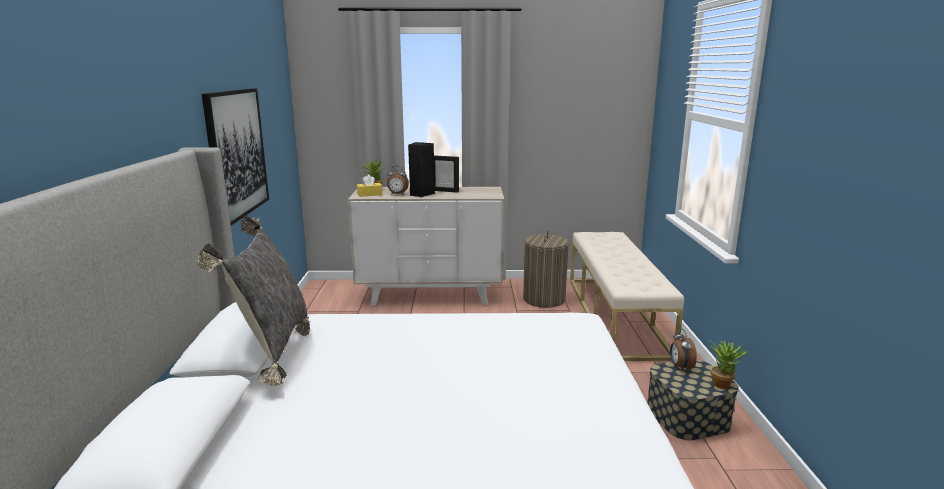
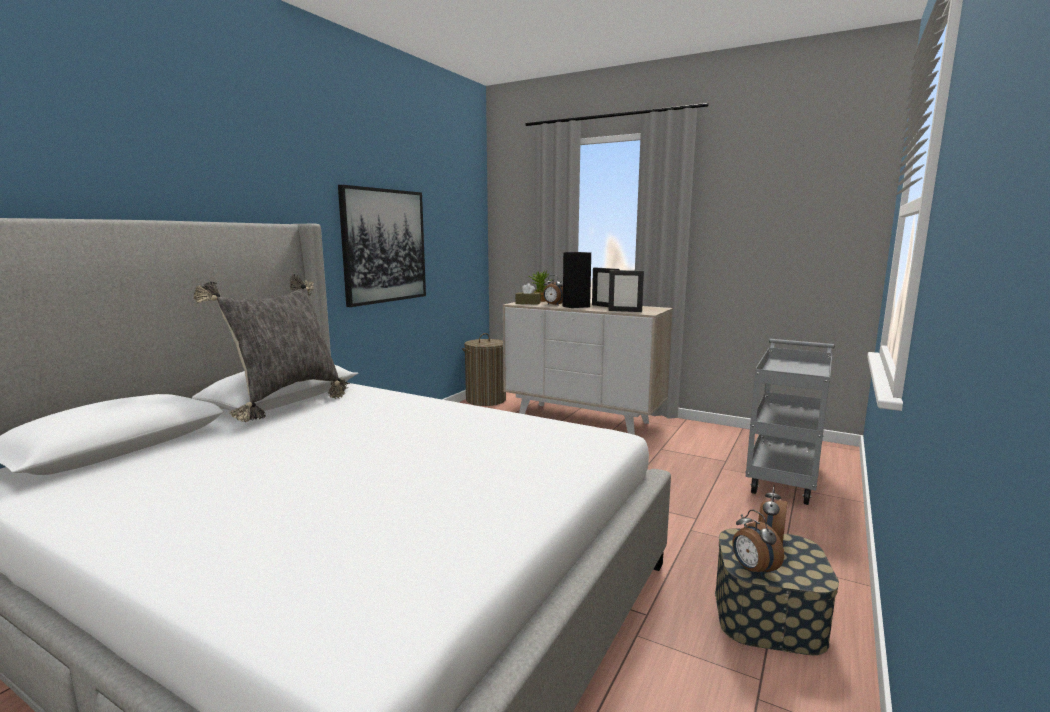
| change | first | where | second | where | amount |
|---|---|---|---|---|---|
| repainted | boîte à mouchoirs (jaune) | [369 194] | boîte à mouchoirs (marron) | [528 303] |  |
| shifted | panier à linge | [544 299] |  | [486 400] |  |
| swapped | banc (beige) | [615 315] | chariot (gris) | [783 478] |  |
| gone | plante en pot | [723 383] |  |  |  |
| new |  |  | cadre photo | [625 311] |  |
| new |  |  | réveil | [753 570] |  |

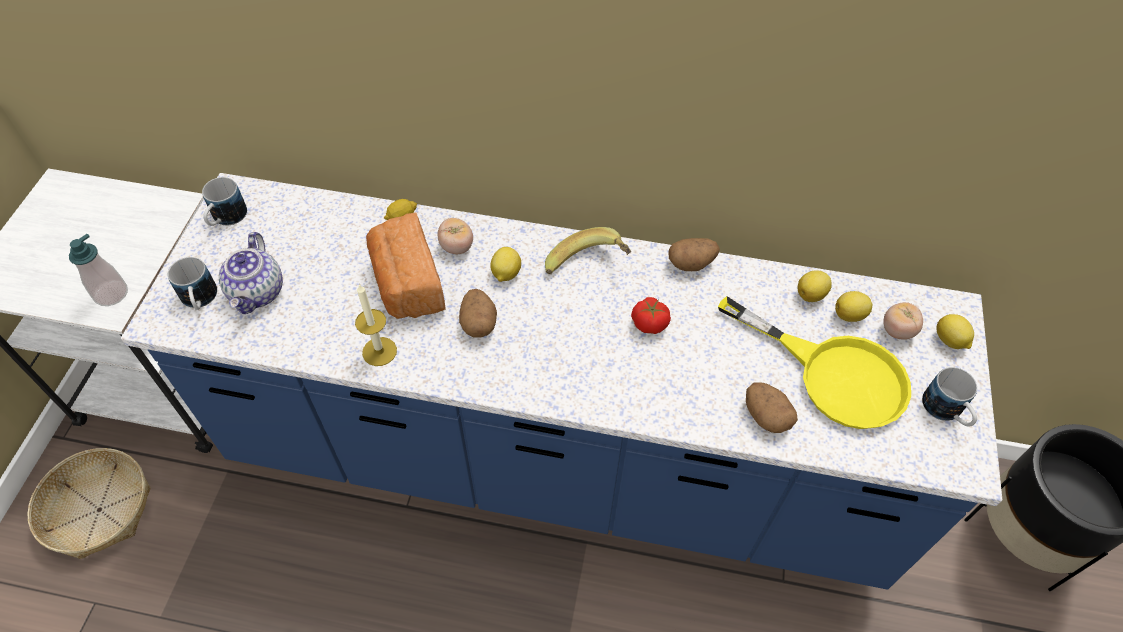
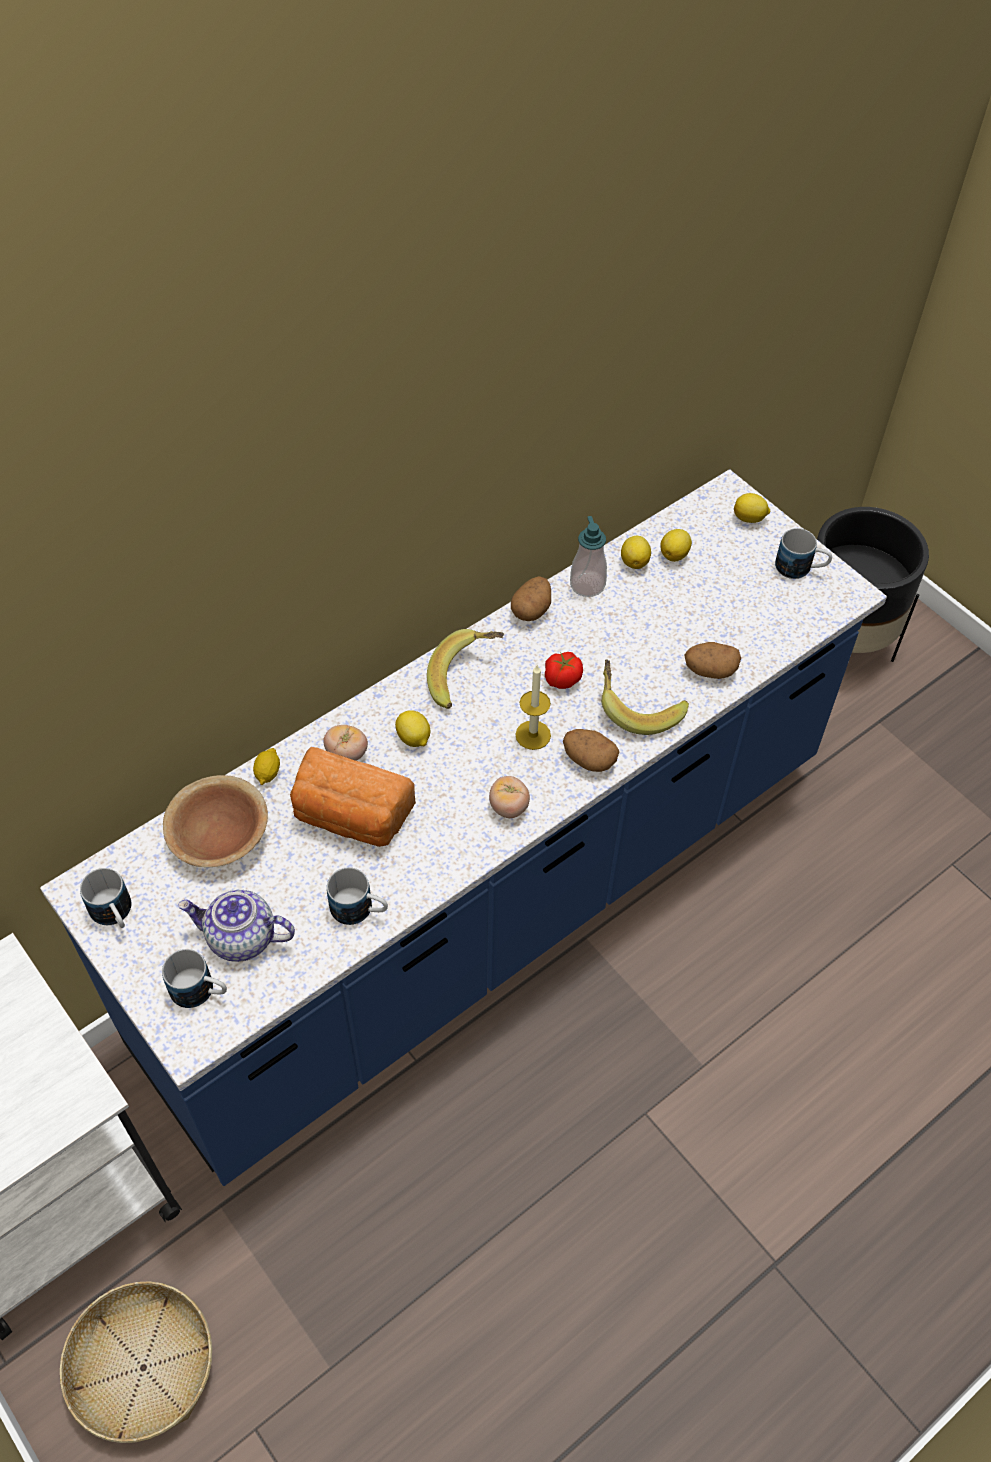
| change | first | where | second | where | amount |
|---|---|---|---|---|---|
| shifted | distributeur de savon | [111 294] |  | [587 585] |  |
| rotated | théière | [258 292] |  | [240 938] | 150 degrees clockwise |
| shifted | bougie | [379 351] |  | [533 735] |  |
| shifted | pomme de terre | [478 323] |  | [589 759] |  |
| gone | poêle (jaune) | [833 374] |  |  |  |
| shifted | tomate | [897 330] |  | [508 807] |  |
| new |  |  | bol (marron) | [219 836] |  |
| new |  |  | mug | [360 910] |  |
| new |  |  | banane | [638 707] |  |

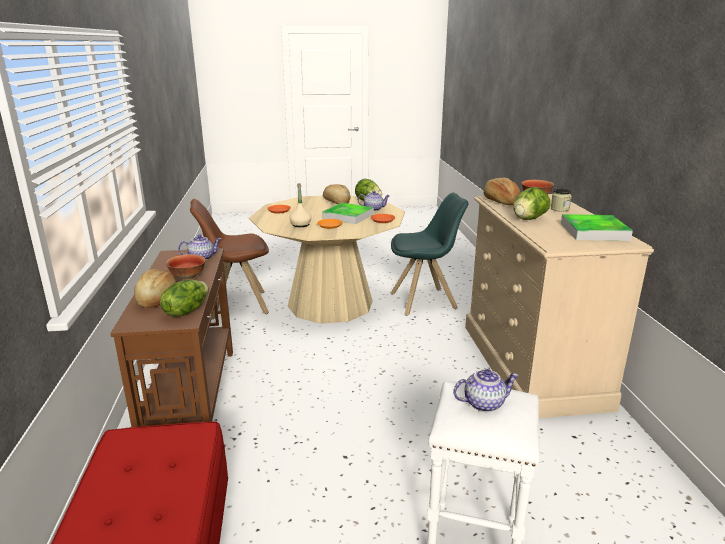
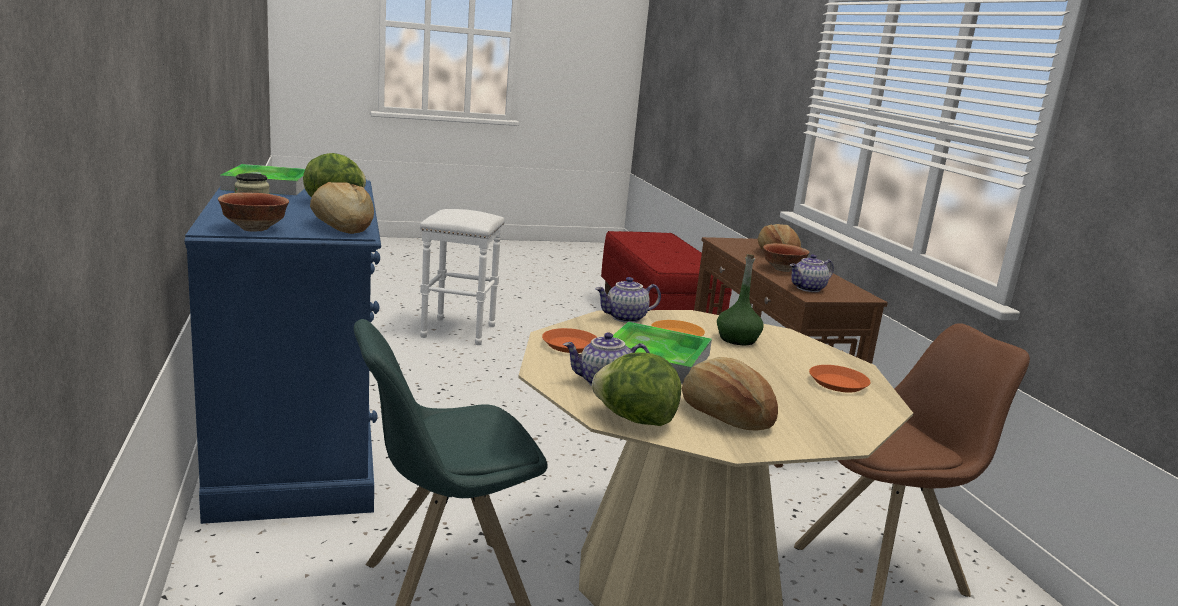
| change | first | where | second | where | amount |
|---|---|---|---|---|---|
| gone | laitue | [186 311] |  |  |  |
| repainted | bouteille (beige) | [300 225] | bouteille (vert) | [737 339] |  |
| shifted | théière | [484 403] |  | [625 318] |  |
| repainted | commode (beige) | [531 364] | commode (bleu) | [298 443] |  |

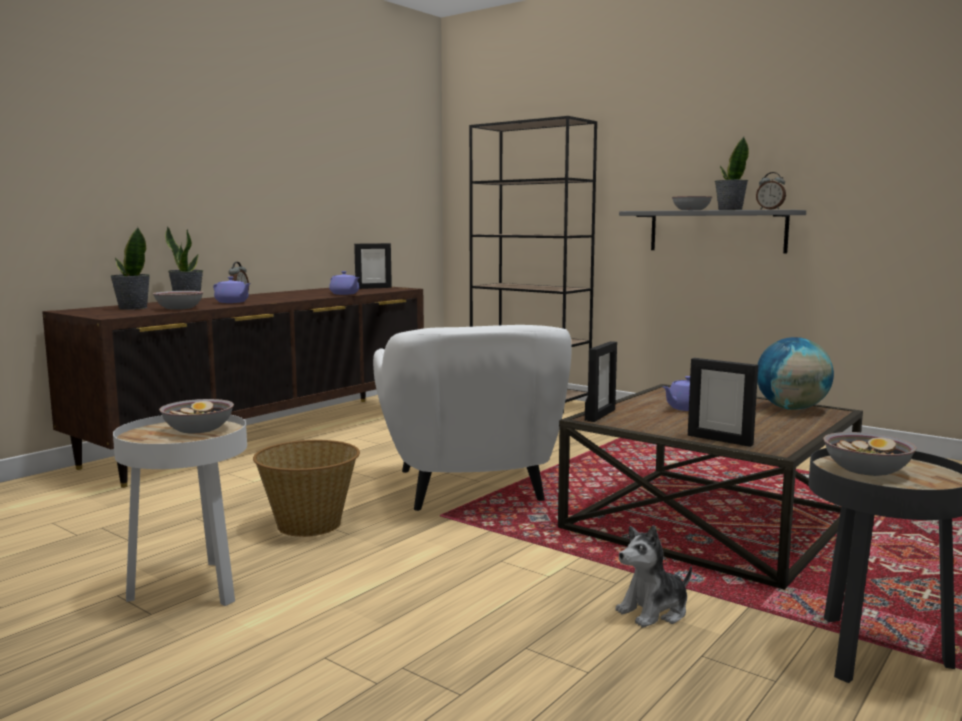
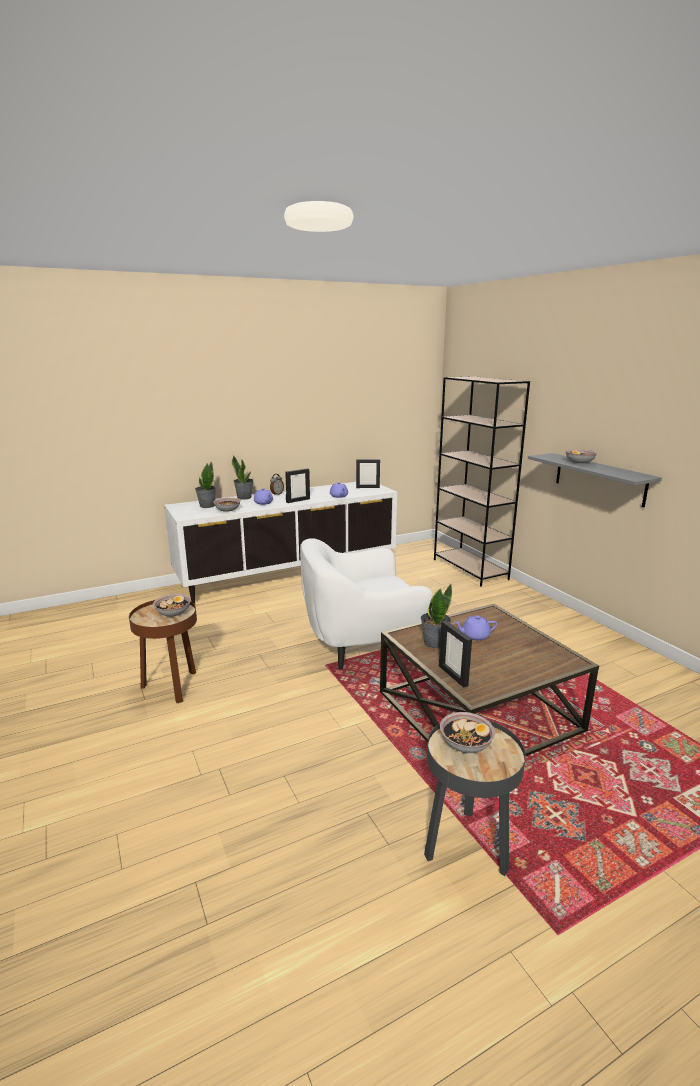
| change | first | where | second | where | amount |
|---|---|---|---|---|---|
| repainted | meuble de rangement (marron) | [266 436] | meuble de rangement (blanc) | [288 576] |  |
| repainted | table d'appoint (blanc) | [191 587] | table d'appoint (marron) | [171 686] |  |
| gone | panier | [309 524] |  |  |  |
| rotated | fauteuil (blanc) | [470 487] |  | [361 645] | 60 degrees clockwise |
| shifted | cadre photo | [600 415] |  | [298 500] |  |
| gone | peluche | [654 611] |  |  |  |
| shifted | plante en pot | [729 210] |  | [434 642] |  |
| gone | réveil | [770 209] |  |  |  |
| gone | globe | [791 408] |  |  |  |

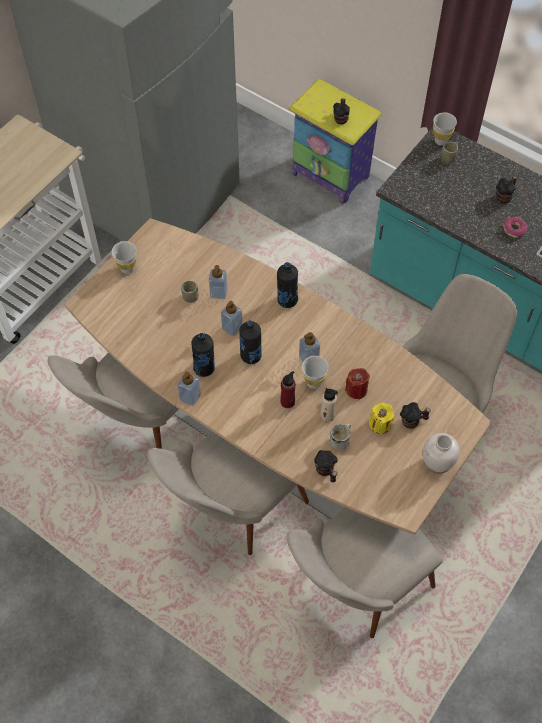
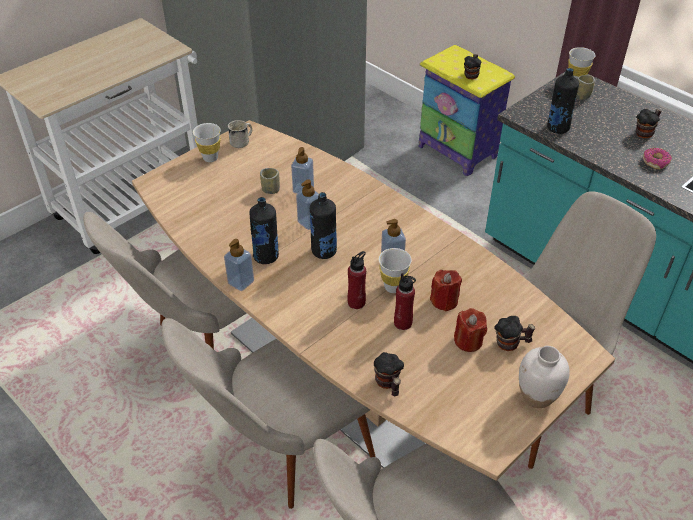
| change | first | where | second | where | amount |
|---|---|---|---|---|---|
| shifted | bouteille (noir) | [287 300] |  | [557 128] |  |
| repainted | bouteille (beige) | [327 415] | bouteille (rouge) | [403 323] |  |
| shifted | mug (blanc) | [341 439] |  | [242 142] |  |
| repainted | bougie (jaune) | [380 424] | bougie (rouge) | [468 341] |  |

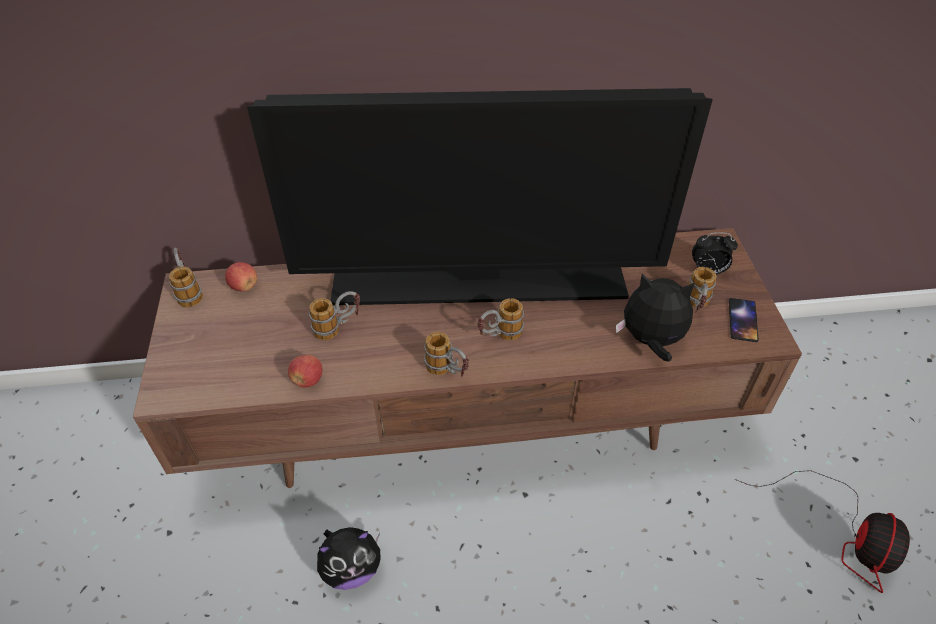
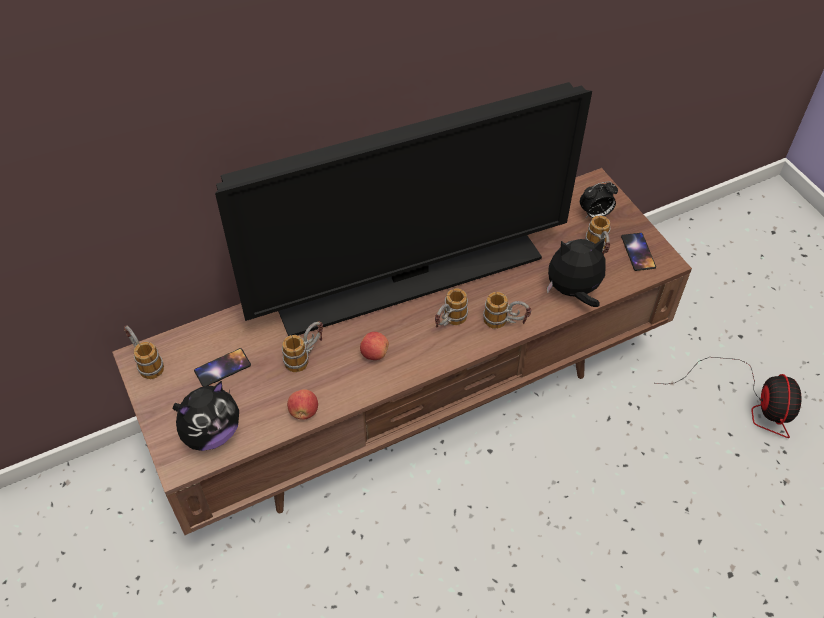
| change | first | where | second | where | amount |
|---|---|---|---|---|---|
| shifted | pomme | [244 286] |  | [374 353] |  |
| shifted | peluche | [351 569] |  | [211 433] |  |
| shifted | mug | [448 372] |  | [505 323] |  |
| new |  |  | téléphone | [222 368] |  |

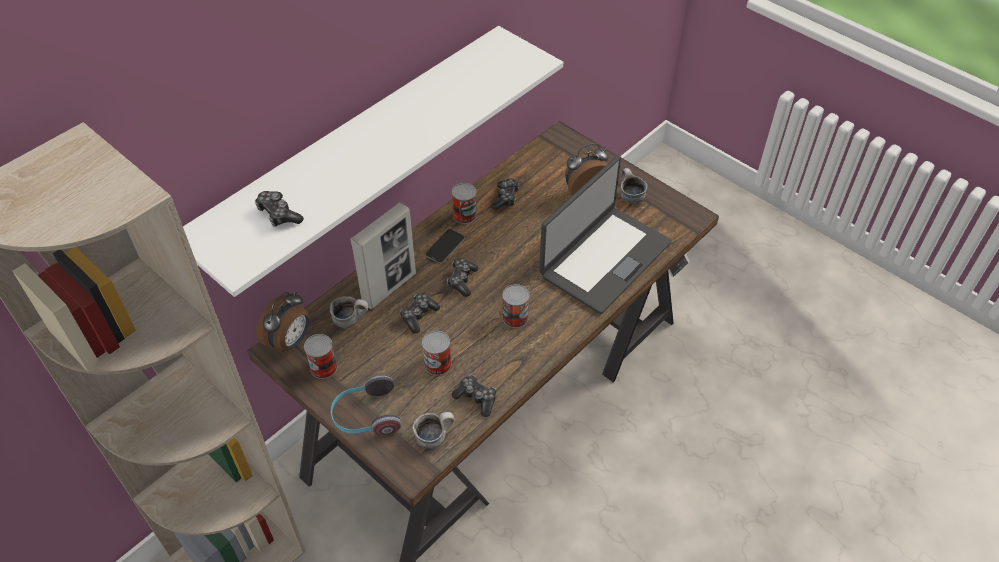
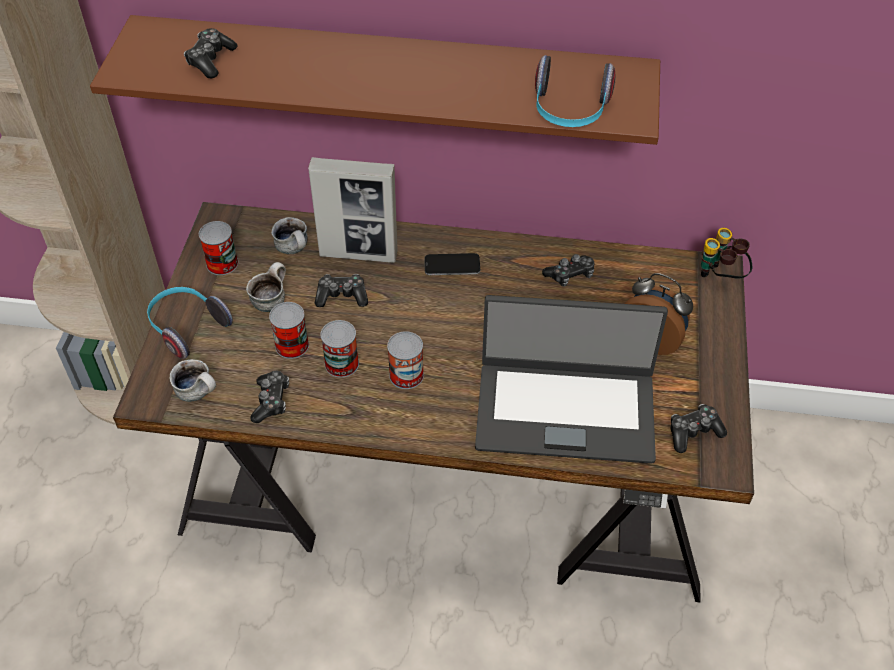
| change | first | where | second | where | amount |
|---|---|---|---|---|---|
| repainted | étagère (blanc) | [355 148] | étagère (marron) | [391 77] |  |
| gone | réveil | [290 341] |  |  |  |
| shifted | manette | [462 280] |  | [693 432] |  |
| shifted | boîte métallique | [465 215] |  | [342 364] |  |
| shifted | mug | [629 196] |  | [270 300] |  |
| new |  |  | casque audio | [569 111] |  |
| new |  |  | jumelles | [720 277] |  |

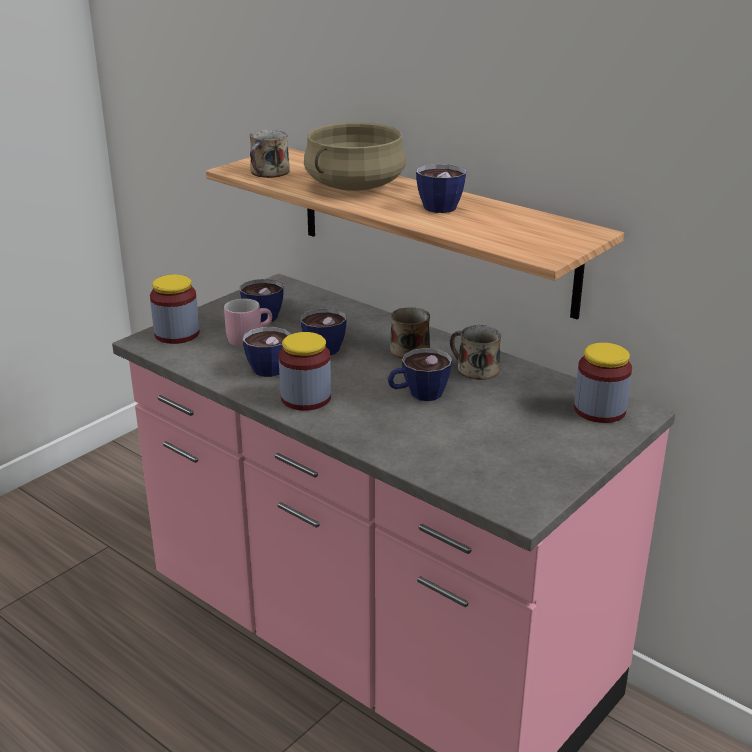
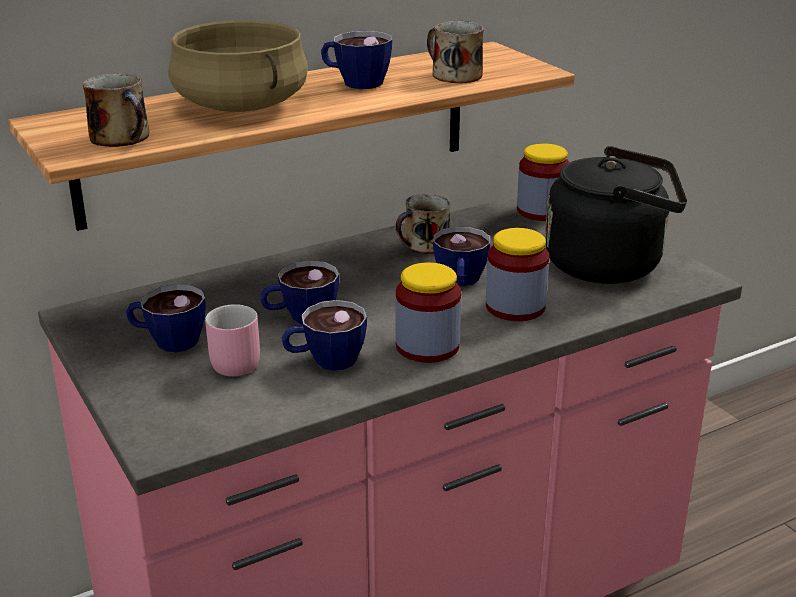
| change | first | where | second | where | amount |
|---|---|---|---|---|---|
| shifted | bocal | [177 334] |  | [515 307] |  |
| shifted | mug | [410 349] |  | [454 75] |  |
| new |  |  | bouilloire (noir) | [610 265] |  |

